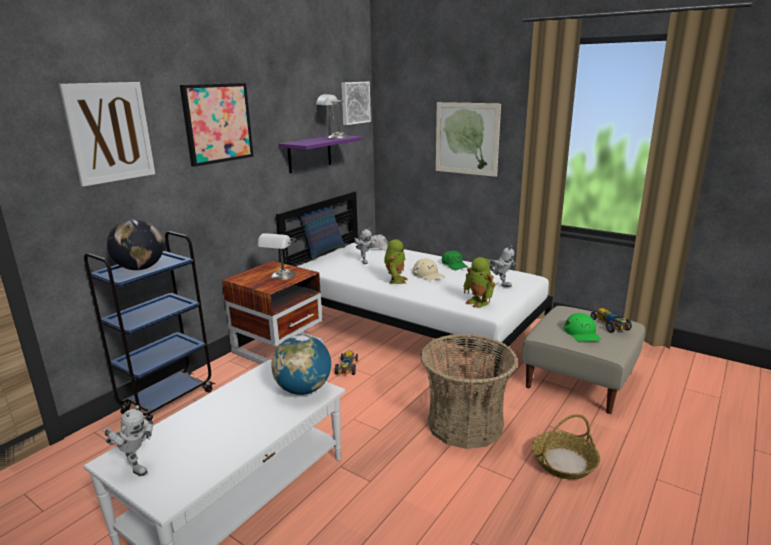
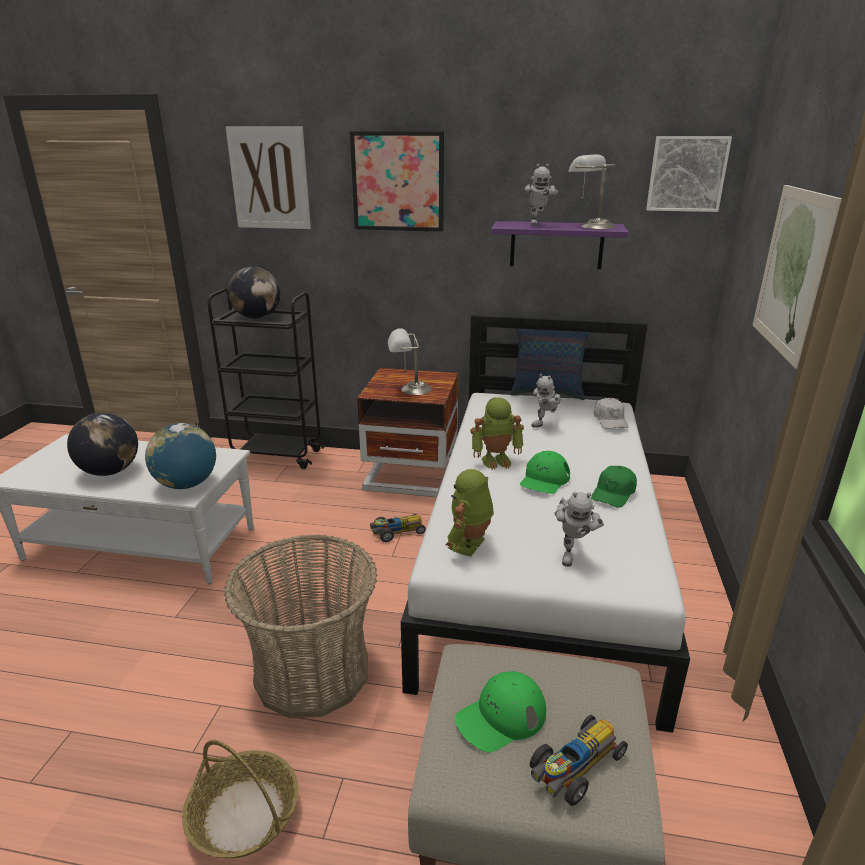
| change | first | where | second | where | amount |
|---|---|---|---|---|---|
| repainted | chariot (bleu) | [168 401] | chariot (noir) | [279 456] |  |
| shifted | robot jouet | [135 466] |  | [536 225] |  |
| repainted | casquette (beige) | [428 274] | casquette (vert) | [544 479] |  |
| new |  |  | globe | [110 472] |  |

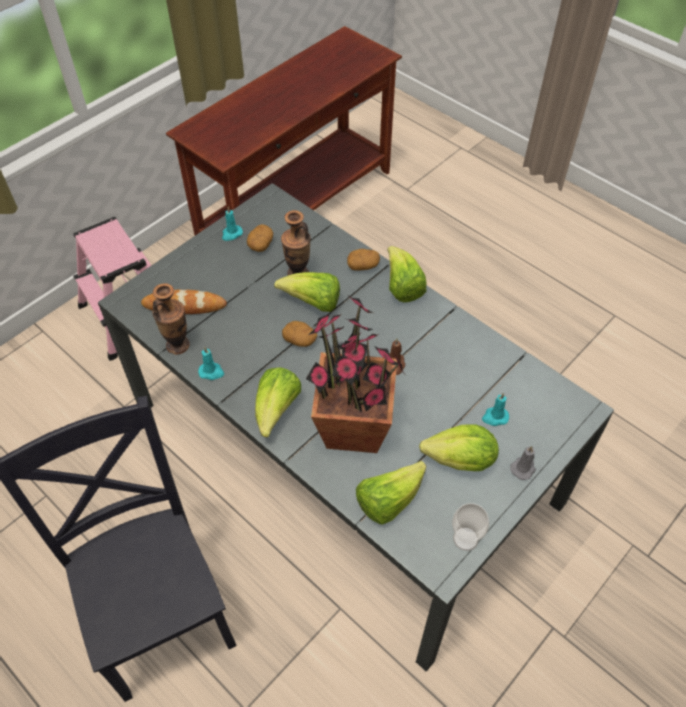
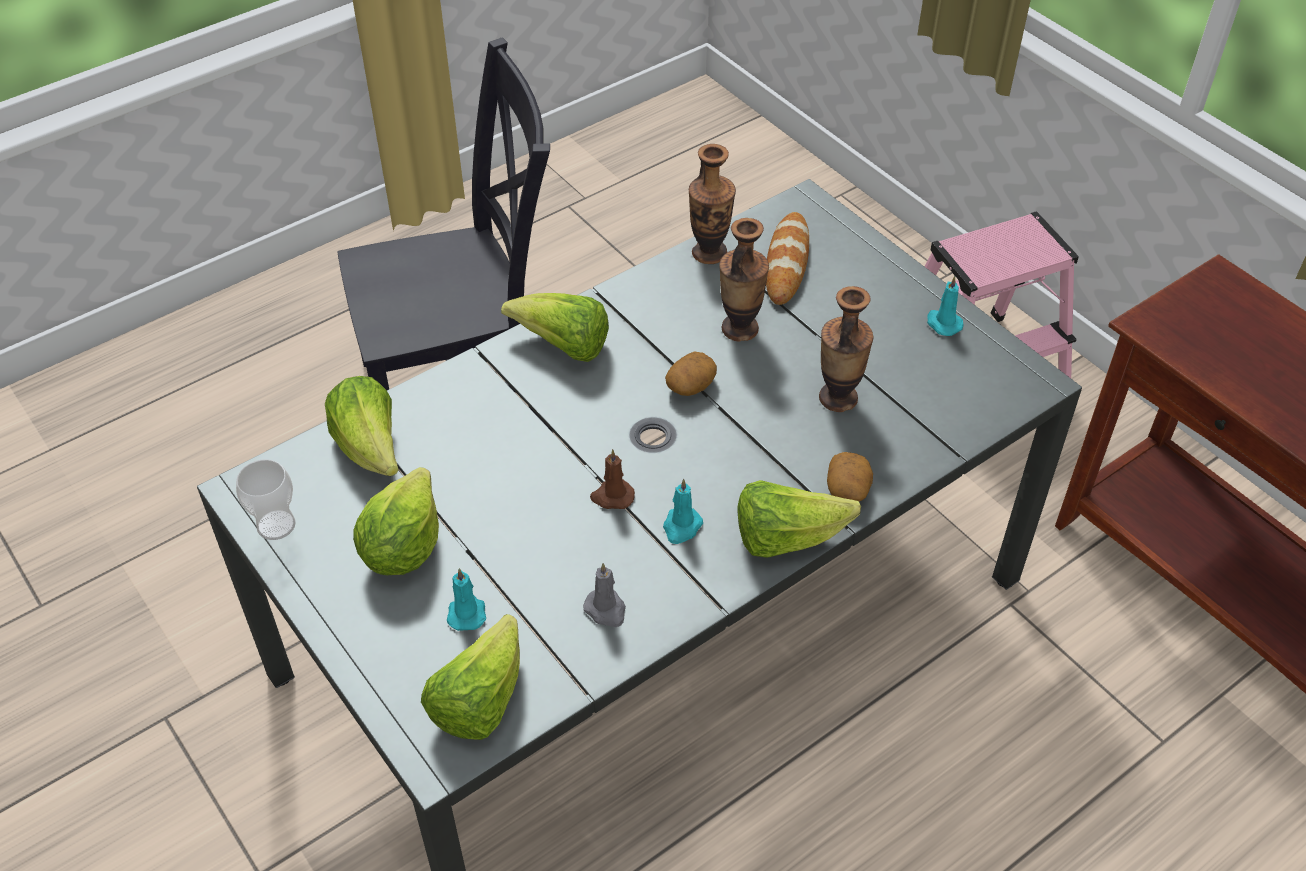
| change | first | where | second | where | amount |
|---|---|---|---|---|---|
| shifted | bougie (turquoise) | [211 372] |  | [681 527] |  |
| gone | pomme de terre | [260 244] |  |  |  |
| shifted | laitue | [313 303] |  | [479 700] |  |
| gone | plante en pot | [354 430] |  |  |  |
| shifted | bougie (gris) | [523 468] |  | [606 610] |  |
| new |  |  | vase | [740 329] |  |

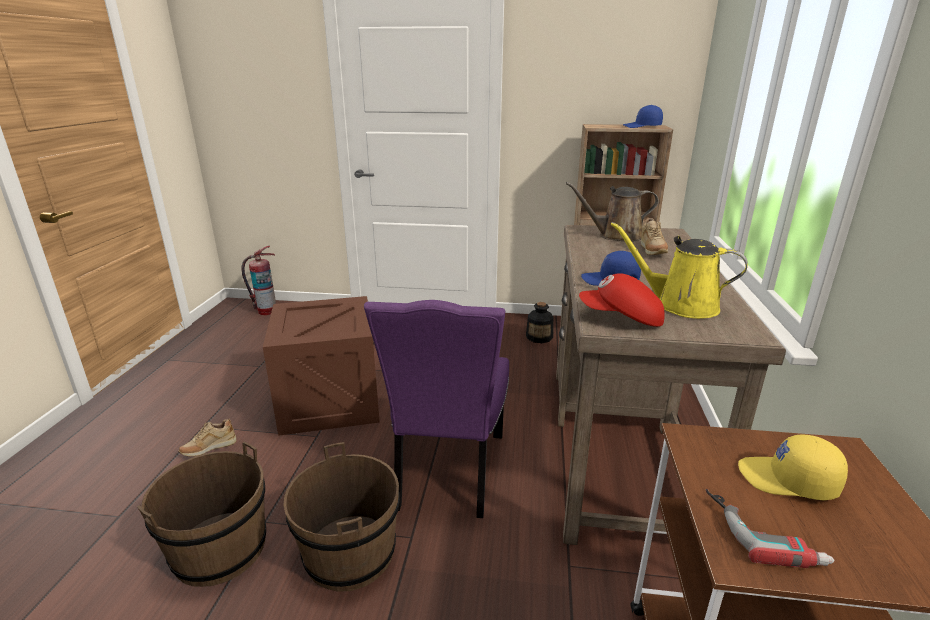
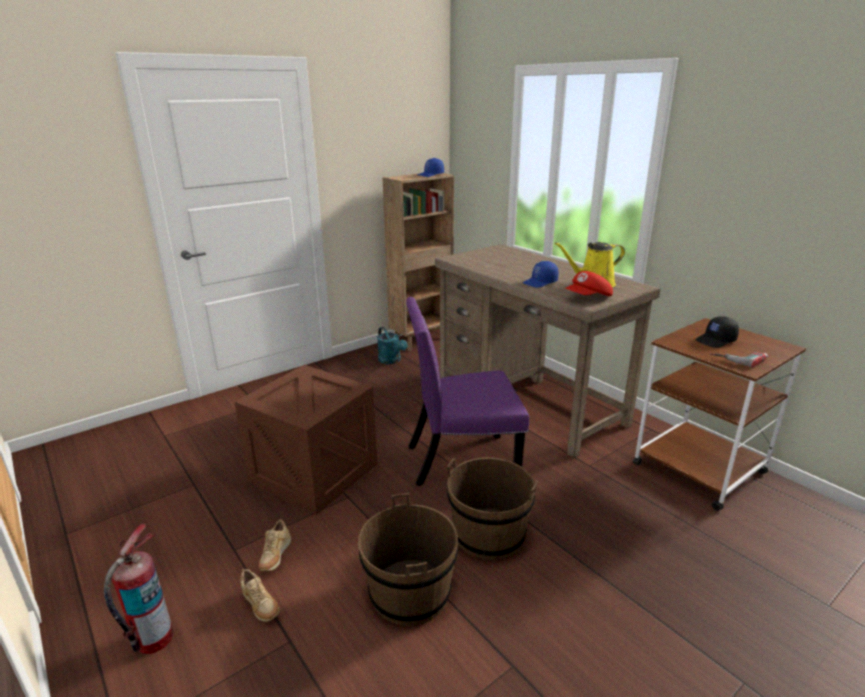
| change | first | where | second | where | amount |
|---|---|---|---|---|---|
| shifted | extincteur | [267 311] |  | [153 639] |  |
| rotated | chaise (violet) | [448 466] |  | [463 461] | 120 degrees clockwise |
| swapped | bouteille | [539 337] | arrosoir (turquoise) | [391 361] |  |
| gone | arrosoir (marron) | [616 236] |  |  |  |
| shifted | chaussure (beige) | [652 251] |  | [260 607] |  |
| repainted | casquette (jaune) | [788 480] | casquette (noir) | [716 341] |  |

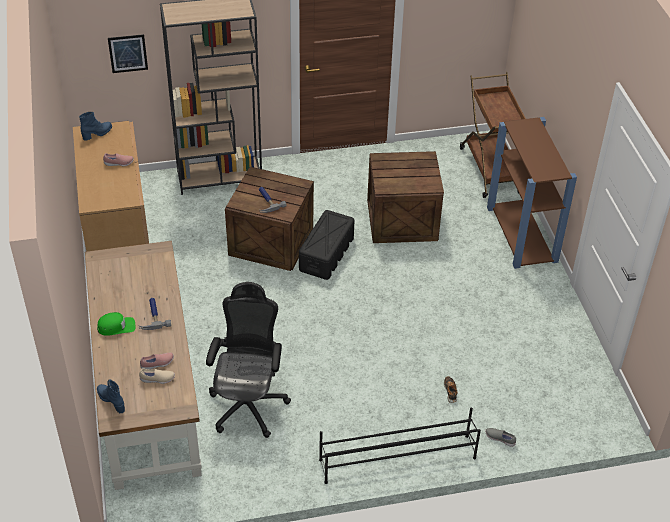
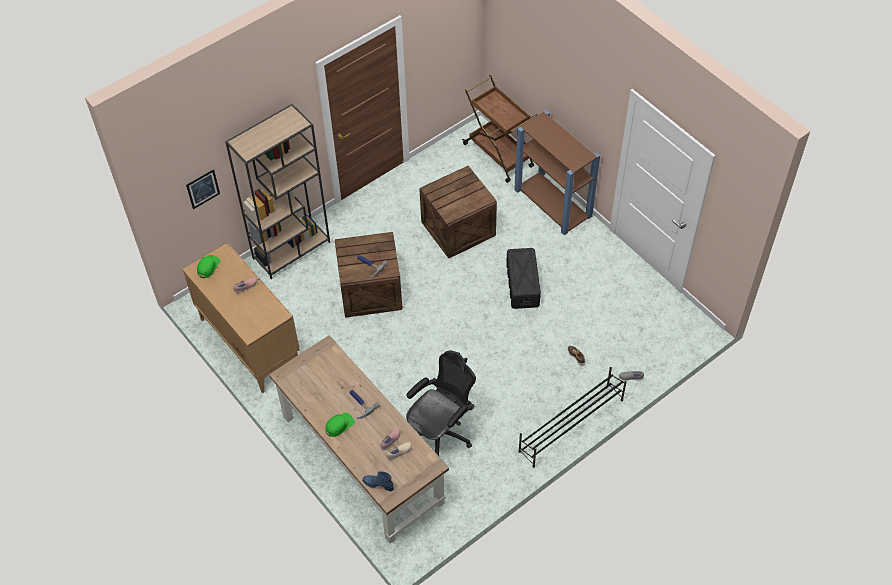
| change | first | where | second | where | amount |
|---|---|---|---|---|---|
| swapped | botte (bleu) | [97 133] | casquette (vert) | [208 267] |  |
| rotated | chaise de bureau | [248 404] |  | [441 432] | 60 degrees clockwise |
| shifted | boîte de rangement (noir) | [326 254] |  | [522 285] |  |

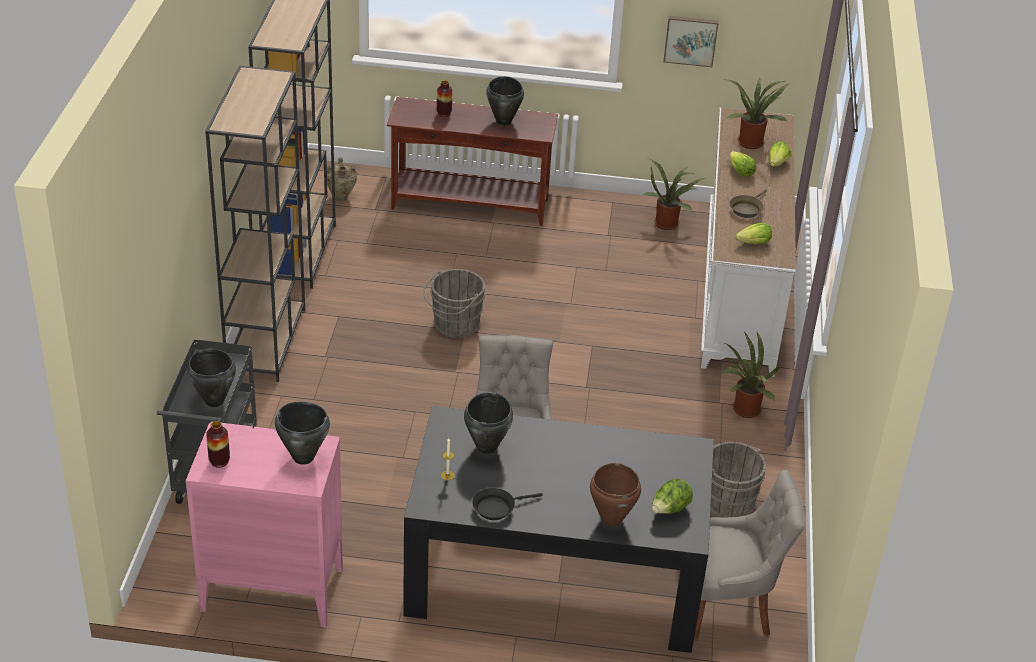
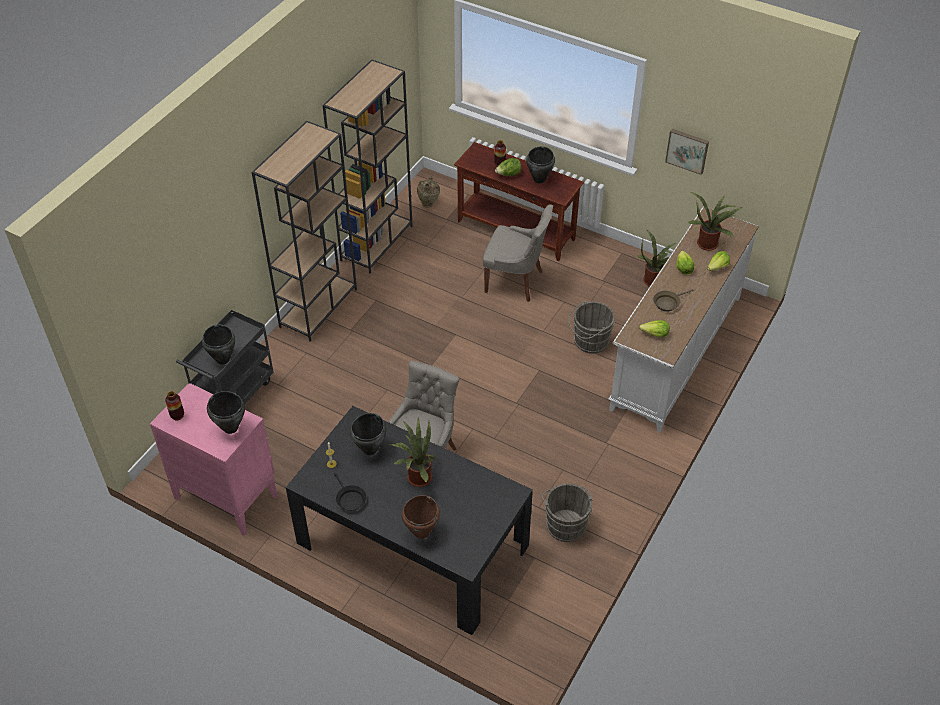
| change | first | where | second | where | amount |
|---|---|---|---|---|---|
| shifted | seau (gris) | [454 325] |  | [589 342] |  |
| rotated | poêle (noir) | [497 507] |  | [349 499] | 120 degrees counterclockwise |
| shifted | laitue | [670 509] |  | [508 175] |  |
| shifted | chaise (gris) | [727 607] |  | [515 281] |  |
| shifted | plante en pot | [743 410] |  | [417 477] |  |

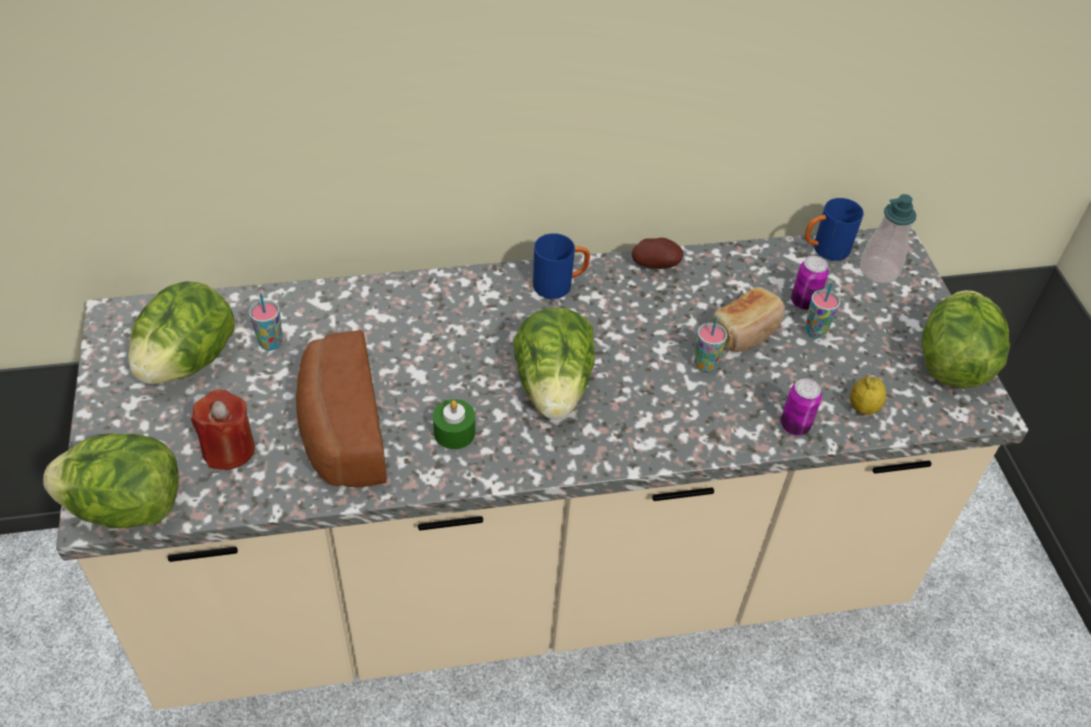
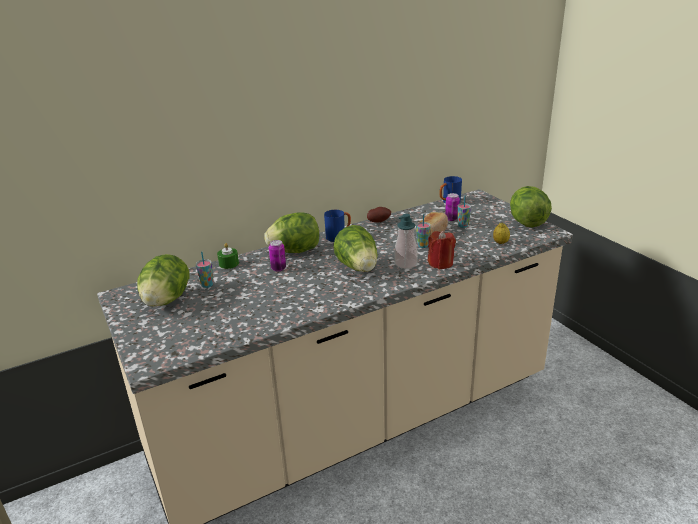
| change | first | where | second | where | amount |
|---|---|---|---|---|---|
| shifted | laitue | [127 507] |  | [295 251] |  |
| shifted | bougie (rouge) | [229 449] |  | [440 263] |  |
| gone | pain | [339 431] |  |  |  |
| shifted | bougie (vert) | [454 432] |  | [229 264] |  |
| shifted | boîte métallique | [795 425] |  | [278 268] |  |
| shifted | distributeur de savon | [878 271] |  | [405 264] |  |

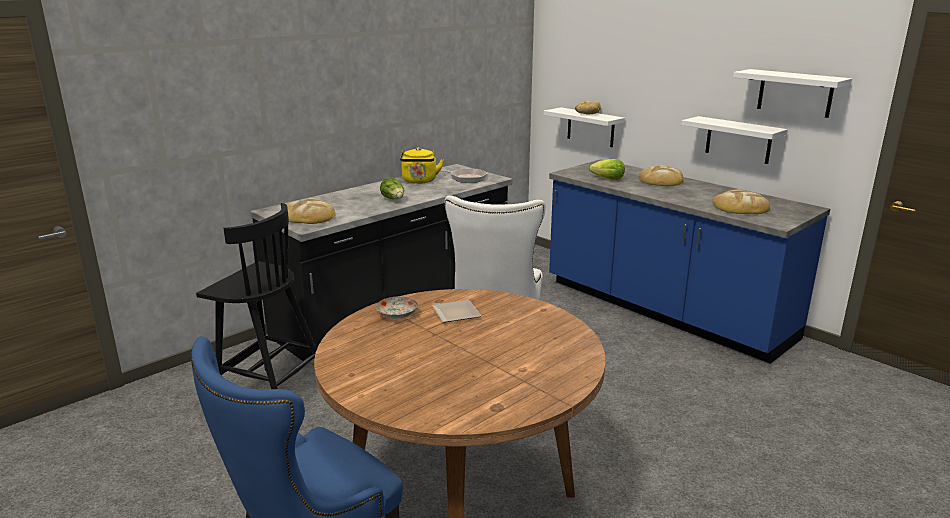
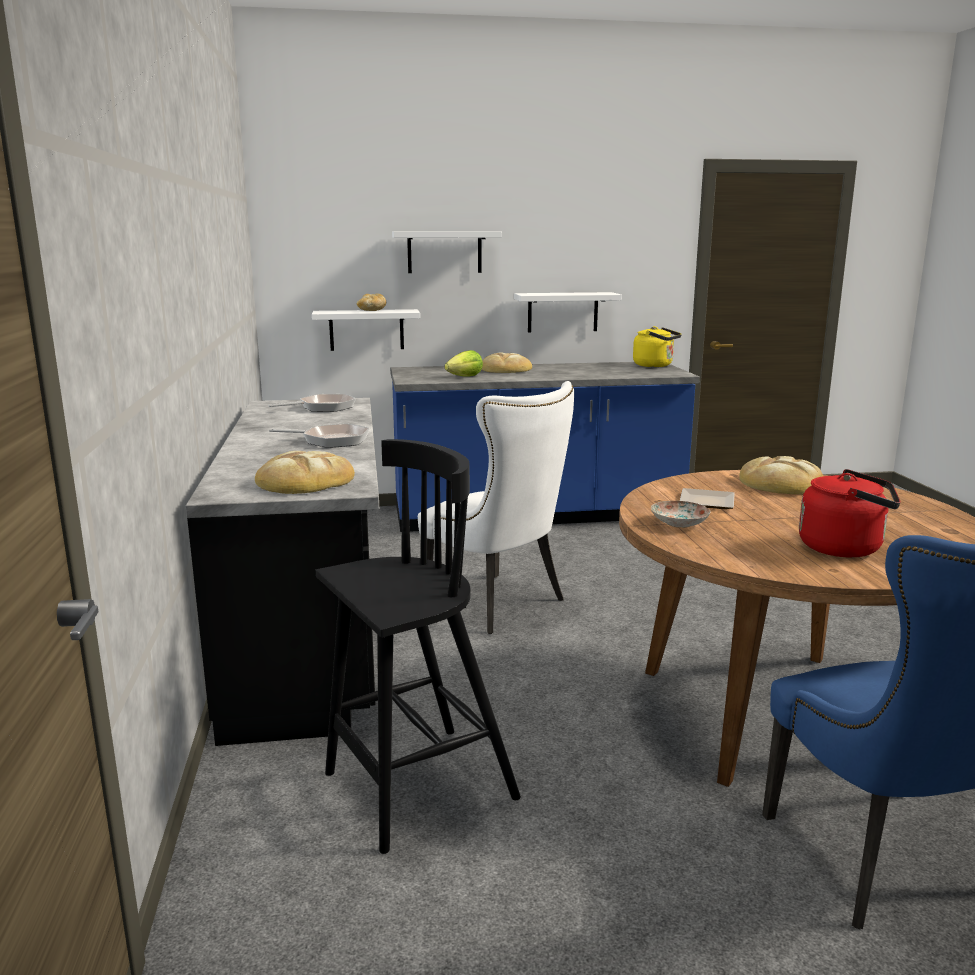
| change | first | where | second | where | amount |
|---|---|---|---|---|---|
| swapped | laitue | [394 199] | poêle | [331 440] |  |
| shifted | bouilloire (jaune) | [419 181] |  | [655 365] |  |
| shifted | pain | [739 207] |  | [781 483] |  |
| shifted | étagère (blanc) | [795 93] |  | [444 252] |  |
| new |  |  | bouilloire (rouge) | [845 548] |  |

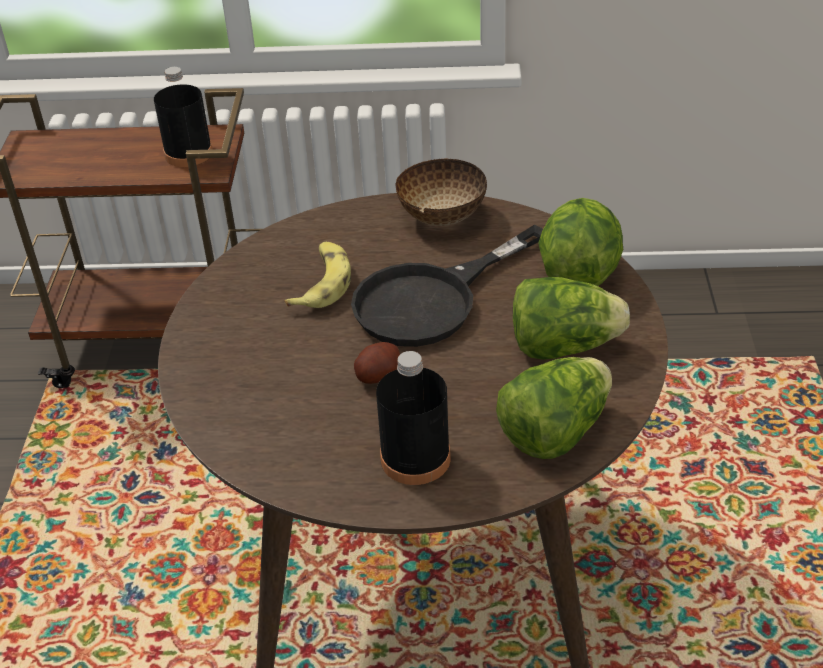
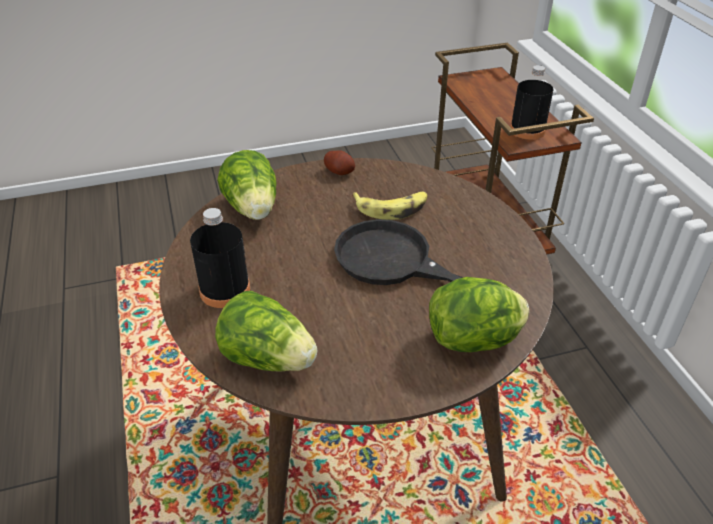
| change | first | where | second | where | amount |
|---|---|---|---|---|---|
| shifted | pomme de terre | [378 375] |  | [339 171] |  |
| gone | bol | [441 217] |  |  |  |
| shifted | laitue | [563 346] |  | [253 209] |  |

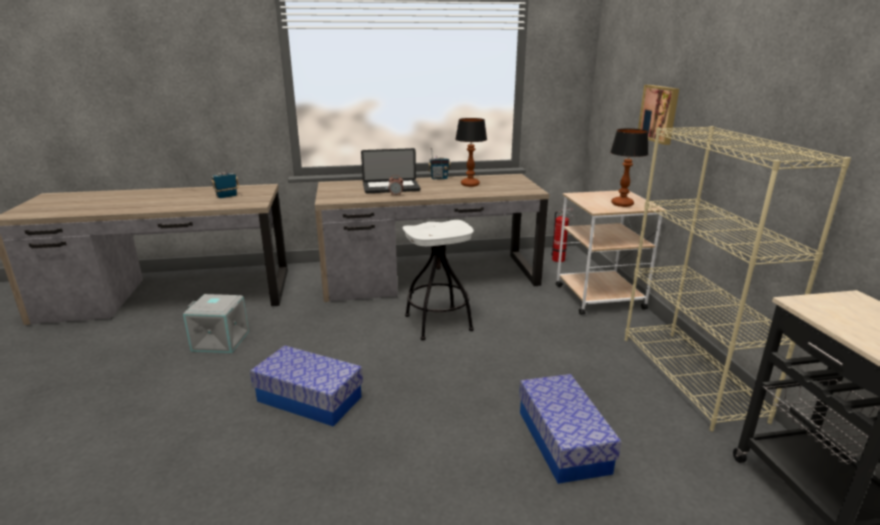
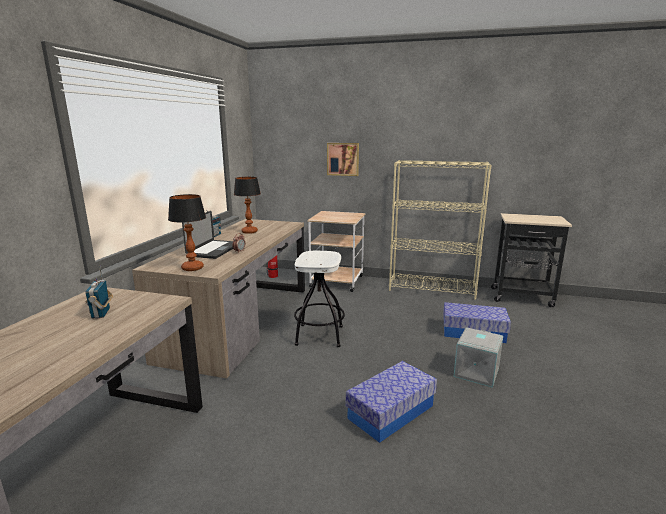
| change | first | where | second | where | amount |
|---|---|---|---|---|---|
| shifted | boîte de rangement (gris) | [221 340] |  | [475 372] |  |
| shifted | lampe de table | [622 204] |  | [192 268] |  |

